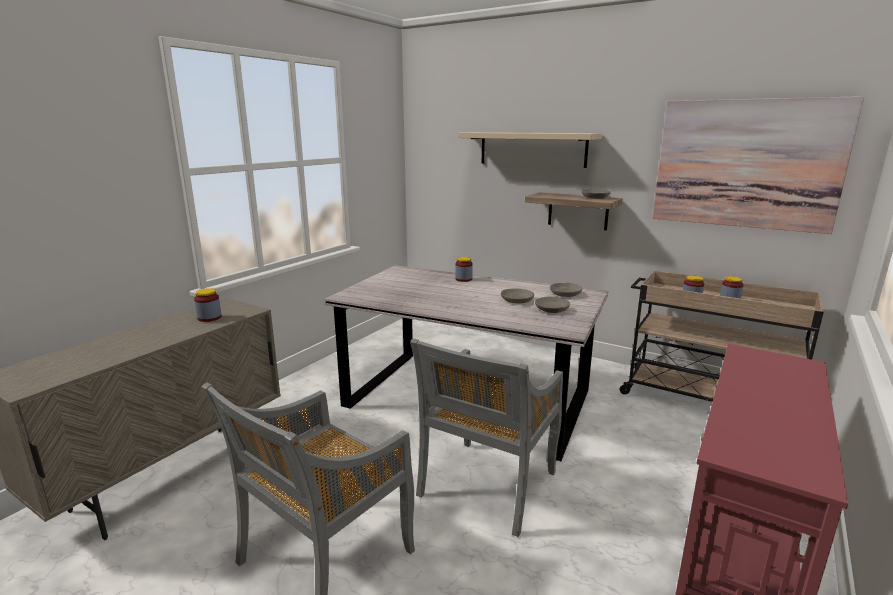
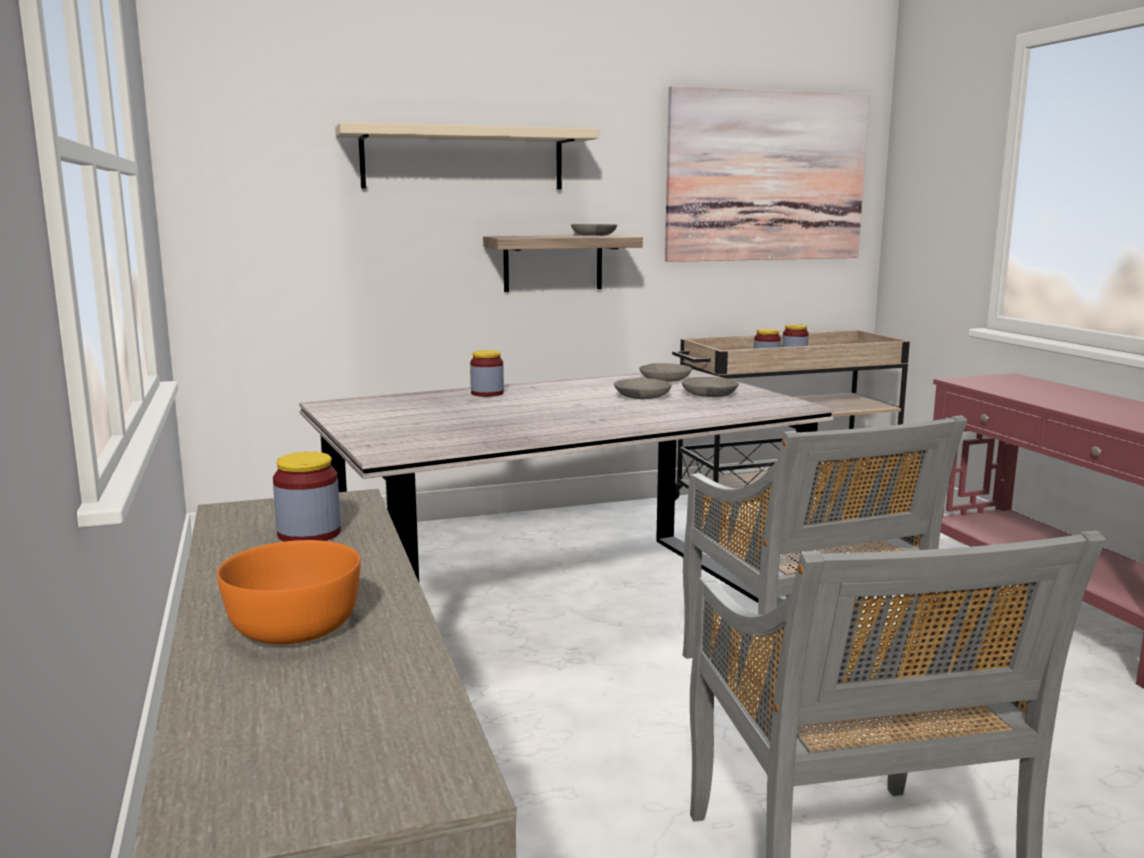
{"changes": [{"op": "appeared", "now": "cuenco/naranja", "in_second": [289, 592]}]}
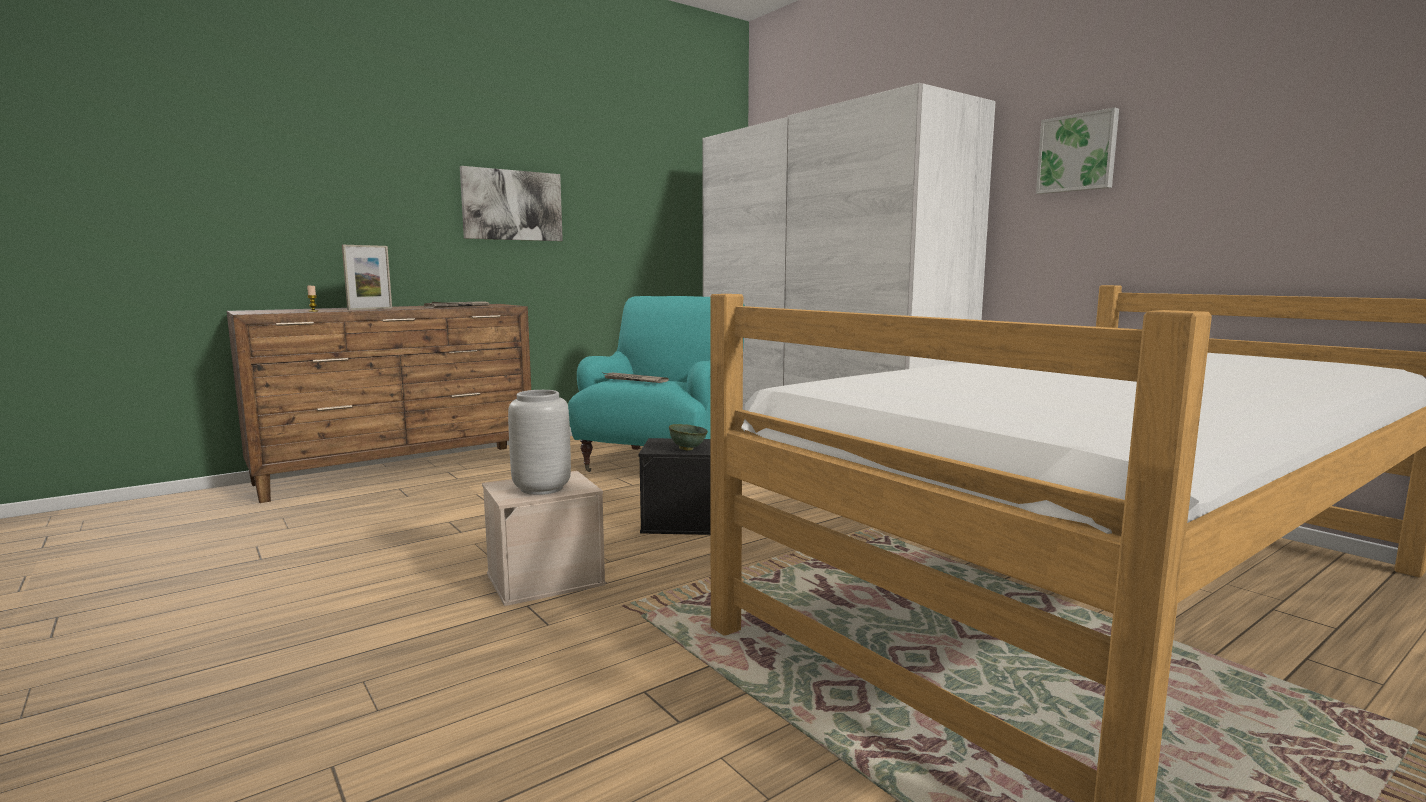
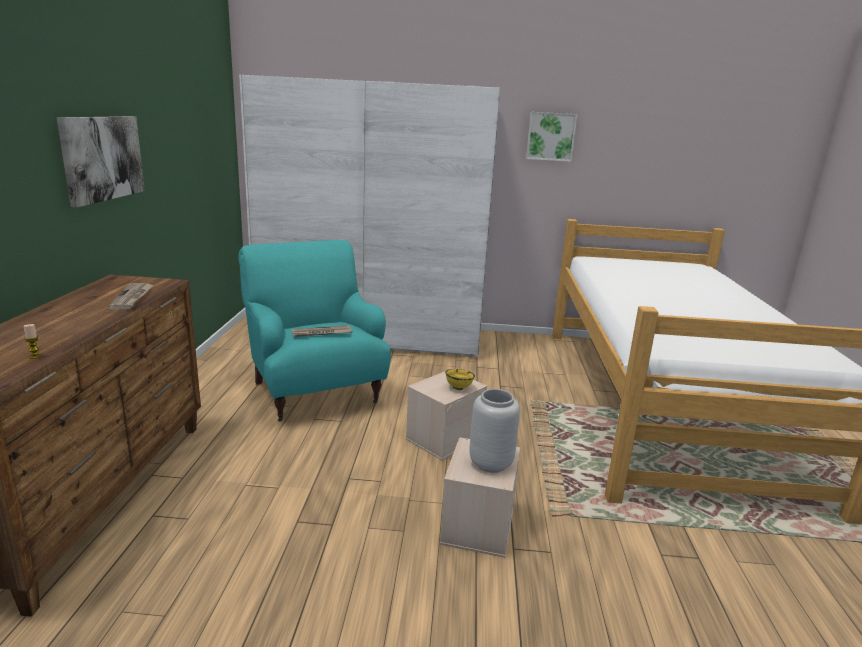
{"changes": [{"op": "missing", "was": "portarretratos", "in_first": [367, 277]}, {"op": "colour", "was": "caja de almacenaje/negro", "now": "caja de almacenaje/beis", "in_first": [675, 486], "in_second": [446, 415]}, {"op": "colour", "was": "cuenco/verde", "now": "cuenco/amarillo", "in_first": [688, 437], "in_second": [460, 379]}]}
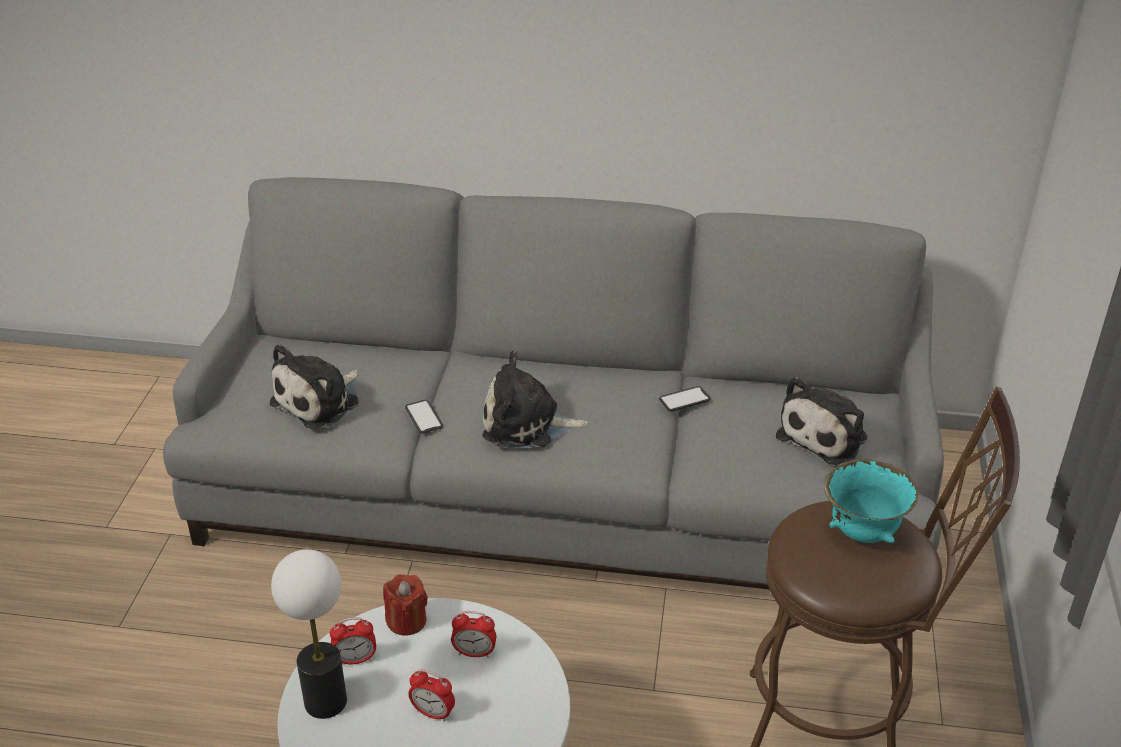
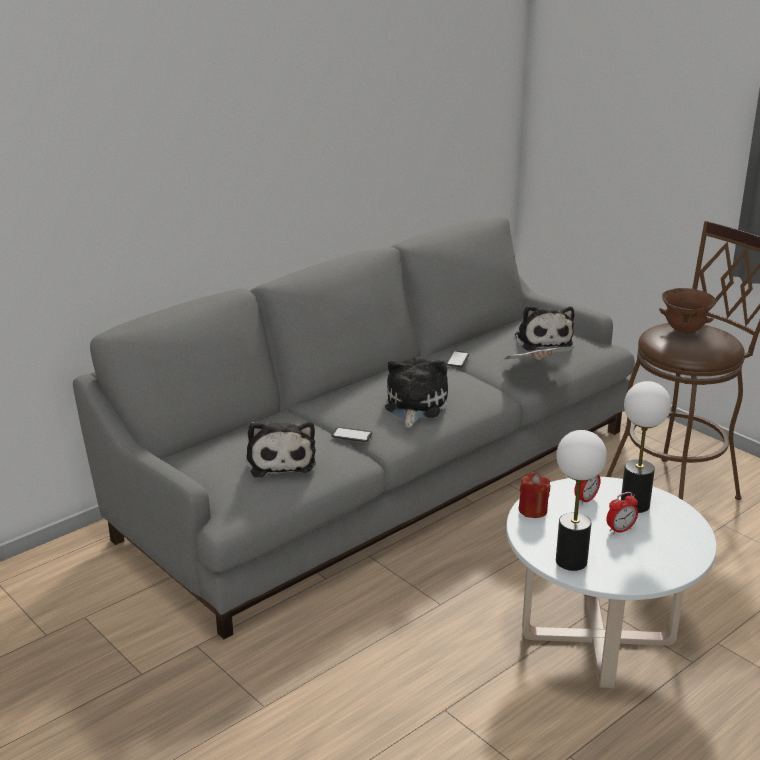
{"changes": [{"op": "missing", "was": "despertador", "in_first": [353, 641]}, {"op": "appeared", "now": "periódico", "in_second": [539, 353]}, {"op": "appeared", "now": "lámpara de mesa", "in_second": [646, 447]}, {"op": "colour", "was": "cuenco/turquesa", "now": "cuenco/marrón", "in_first": [871, 501], "in_second": [687, 310]}, {"op": "spun", "was": "peluche", "in_first": [535, 399], "in_second": [416, 392], "clockwise": 150}]}
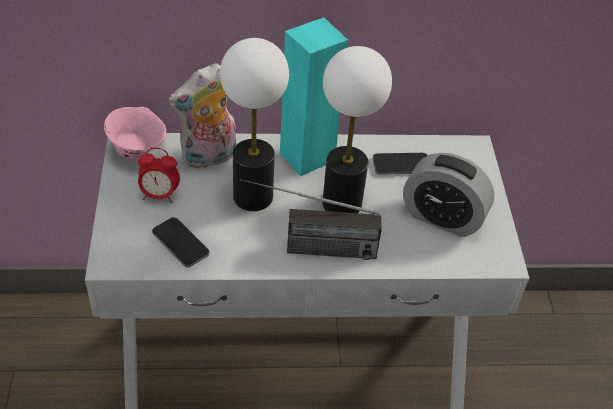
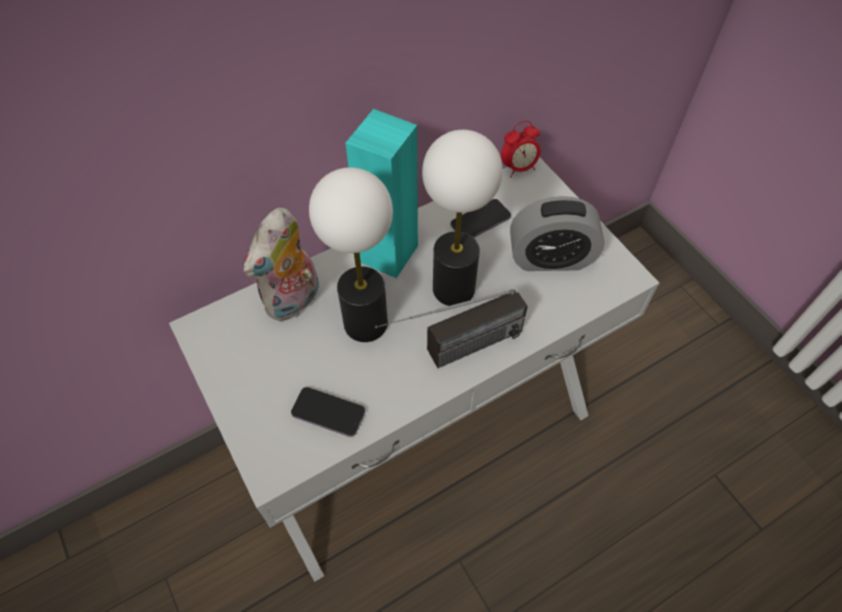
{"changes": [{"op": "missing", "was": "cuenco/rosa", "in_first": [135, 133]}, {"op": "relocated", "was": "despertador", "in_first": [159, 175], "in_second": [520, 149]}]}
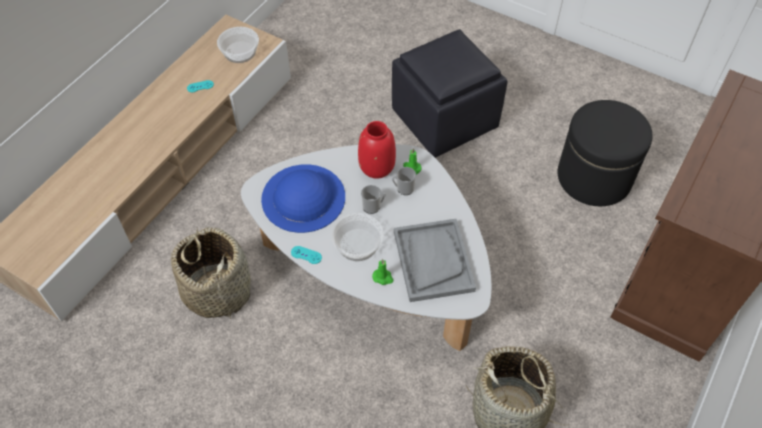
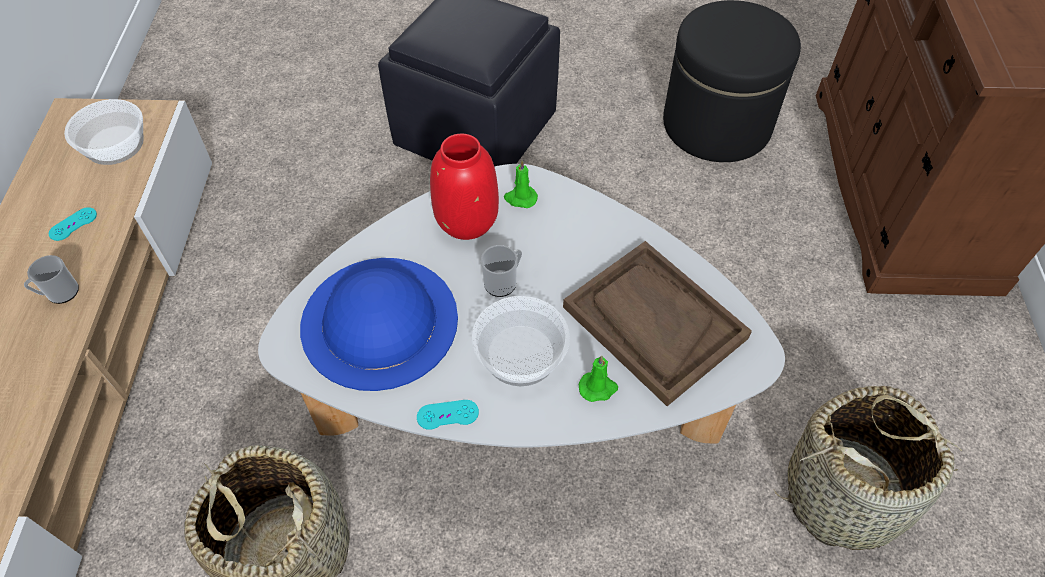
{"changes": [{"op": "relocated", "was": "taza grande", "in_first": [404, 181], "in_second": [51, 279]}, {"op": "colour", "was": "bandeja/gris", "now": "bandeja/marrón", "in_first": [435, 260], "in_second": [657, 323]}]}
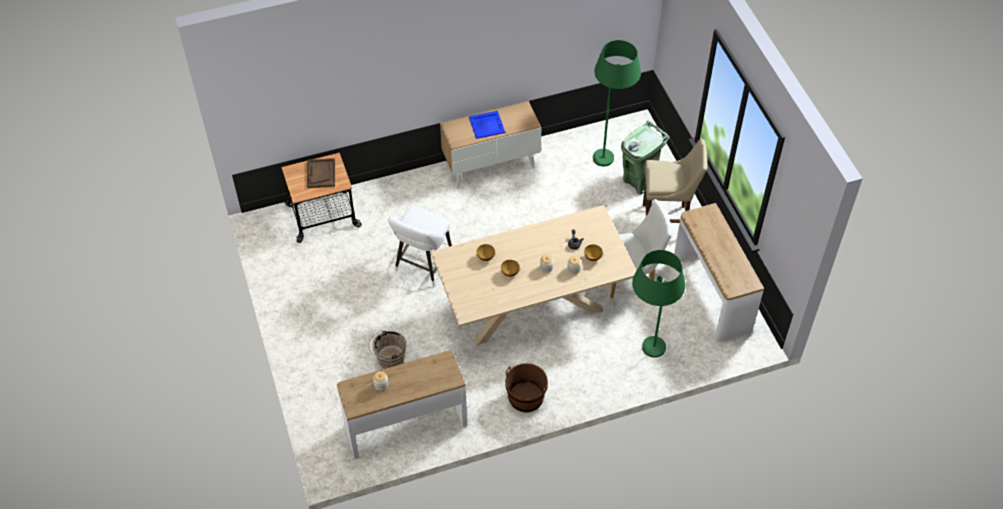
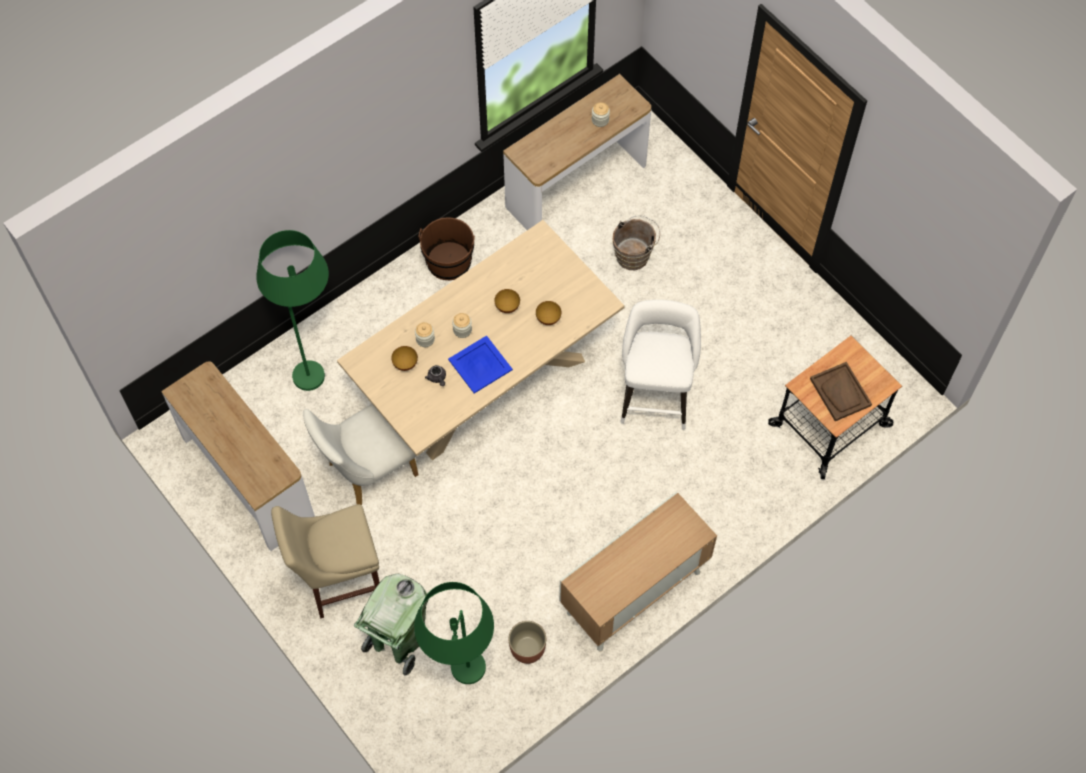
{"changes": [{"op": "appeared", "now": "maceta", "in_second": [527, 642]}, {"op": "relocated", "was": "bandeja/azul", "in_first": [487, 125], "in_second": [480, 365]}]}
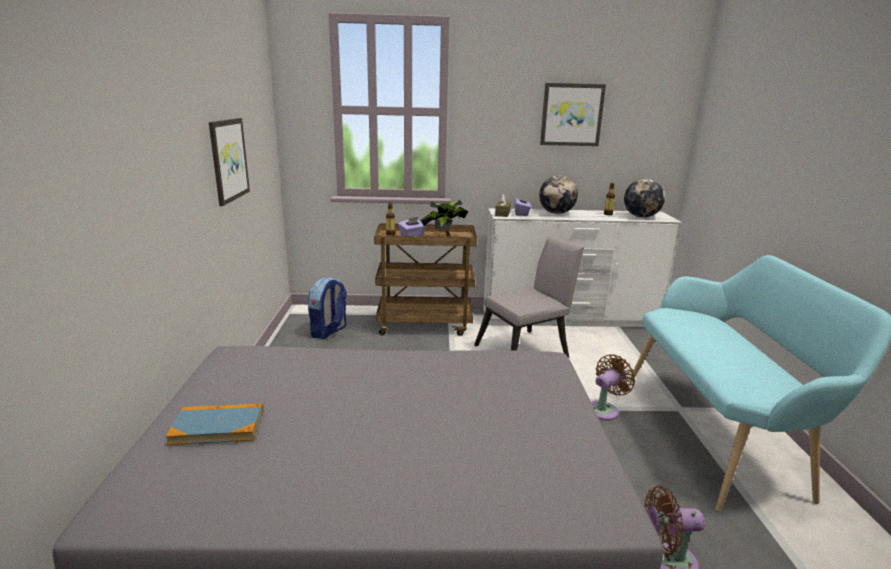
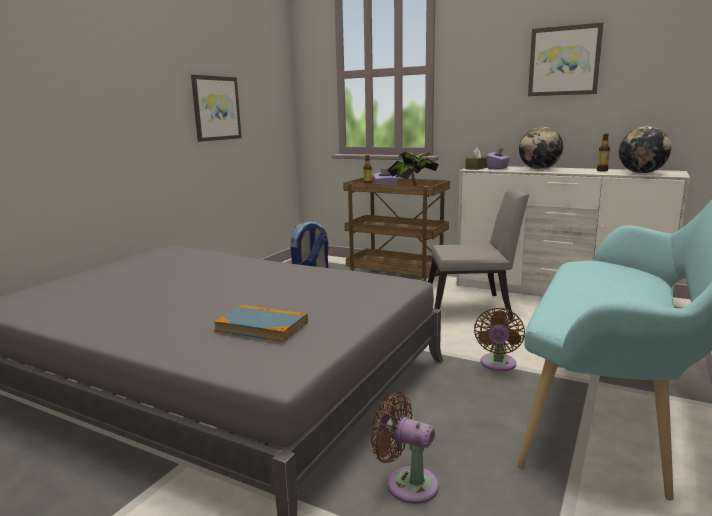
{"changes": [{"op": "relocated", "was": "libro", "in_first": [214, 424], "in_second": [261, 323]}, {"op": "spun", "was": "ventilador/marrón", "in_first": [613, 388], "in_second": [499, 339], "clockwise": 120}]}
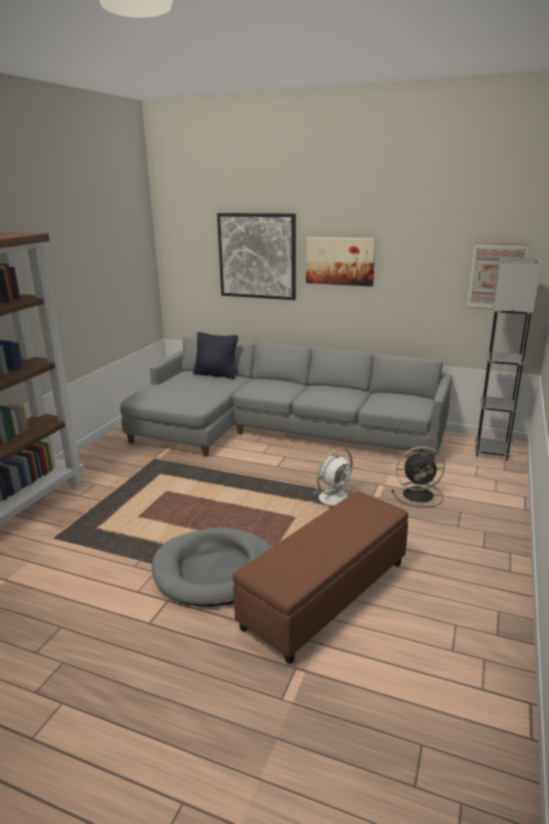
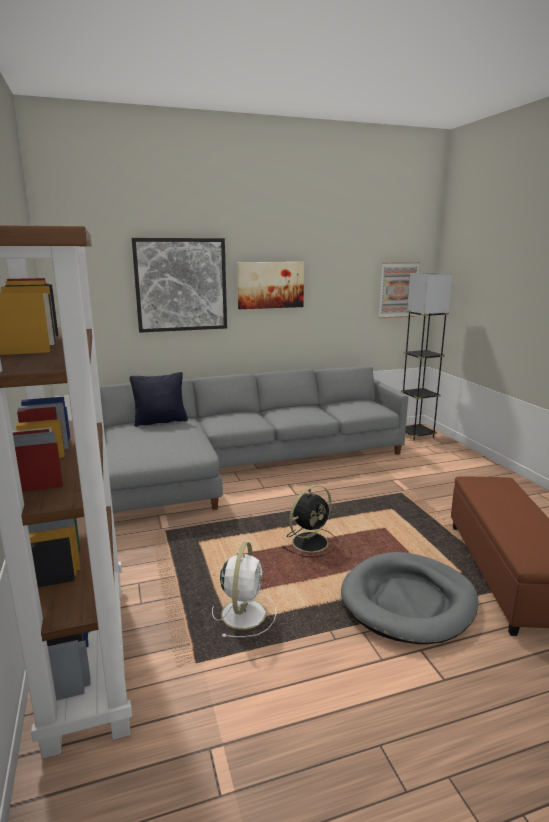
{"changes": [{"op": "relocated", "was": "ventilador/blanco", "in_first": [332, 479], "in_second": [244, 589]}, {"op": "relocated", "was": "ventilador/negro", "in_first": [418, 477], "in_second": [310, 521]}]}
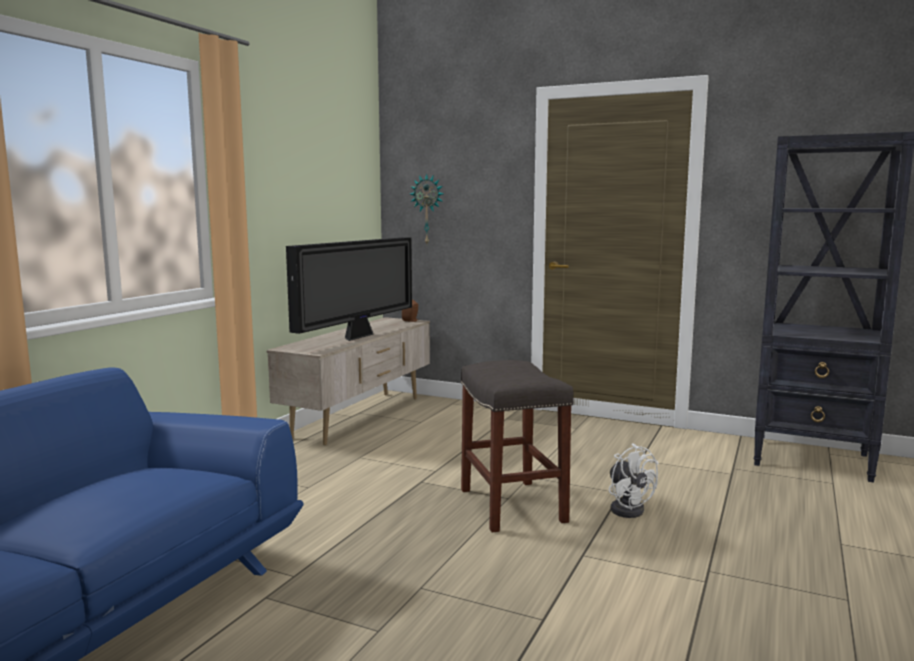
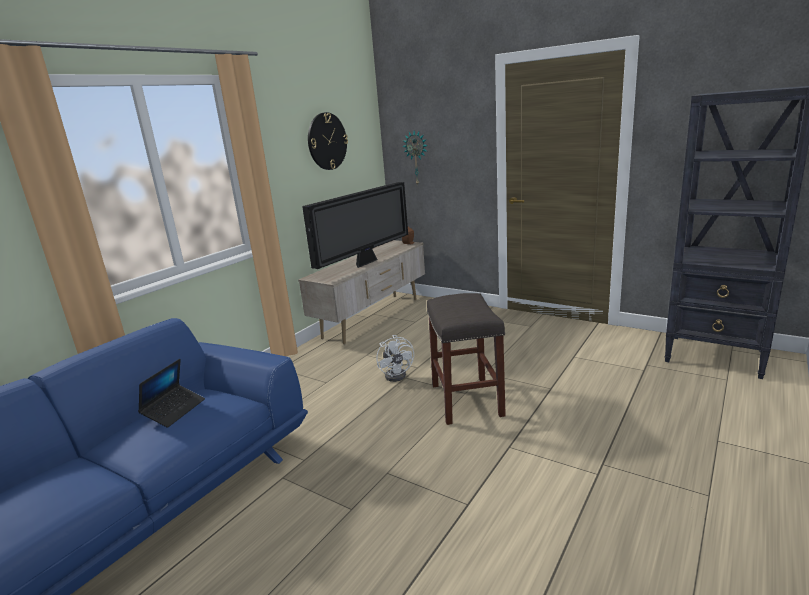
{"changes": [{"op": "appeared", "now": "portátil", "in_second": [171, 393]}, {"op": "appeared", "now": "reloj de pared", "in_second": [328, 141]}, {"op": "relocated", "was": "ventilador/blanco", "in_first": [634, 480], "in_second": [395, 358]}]}
